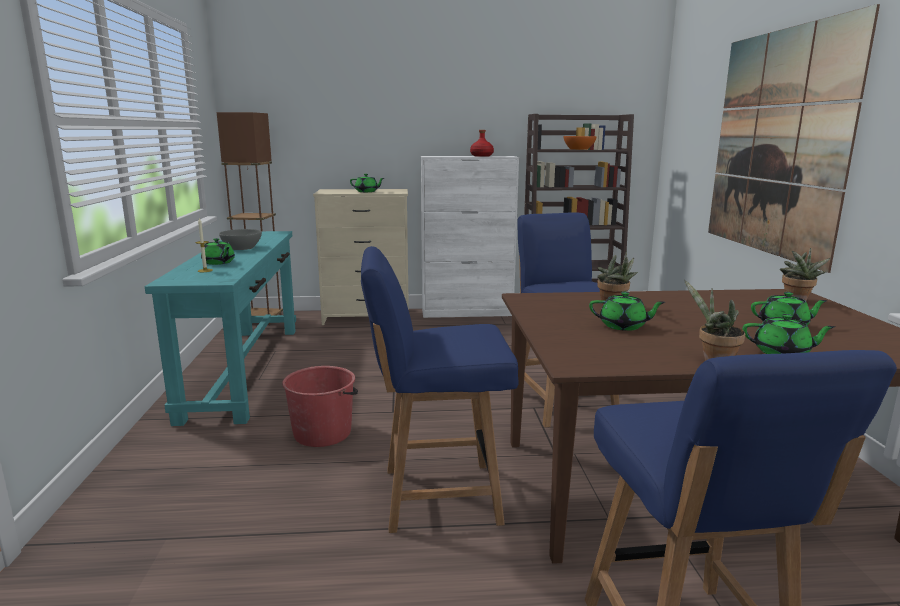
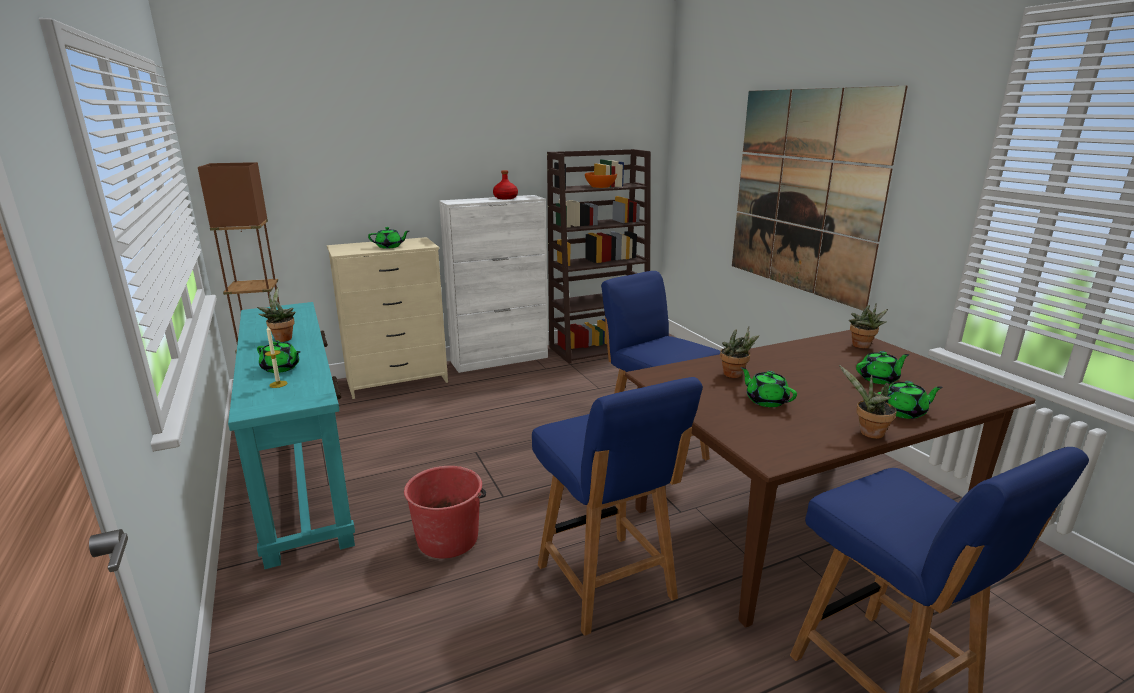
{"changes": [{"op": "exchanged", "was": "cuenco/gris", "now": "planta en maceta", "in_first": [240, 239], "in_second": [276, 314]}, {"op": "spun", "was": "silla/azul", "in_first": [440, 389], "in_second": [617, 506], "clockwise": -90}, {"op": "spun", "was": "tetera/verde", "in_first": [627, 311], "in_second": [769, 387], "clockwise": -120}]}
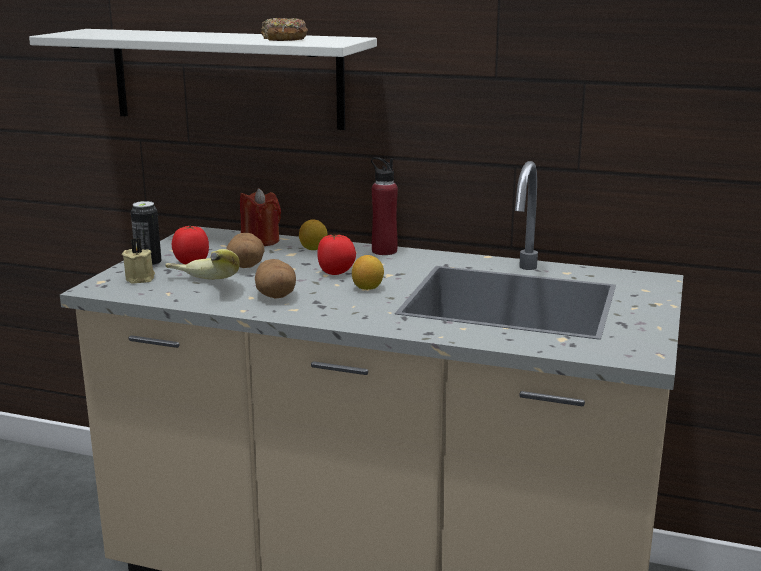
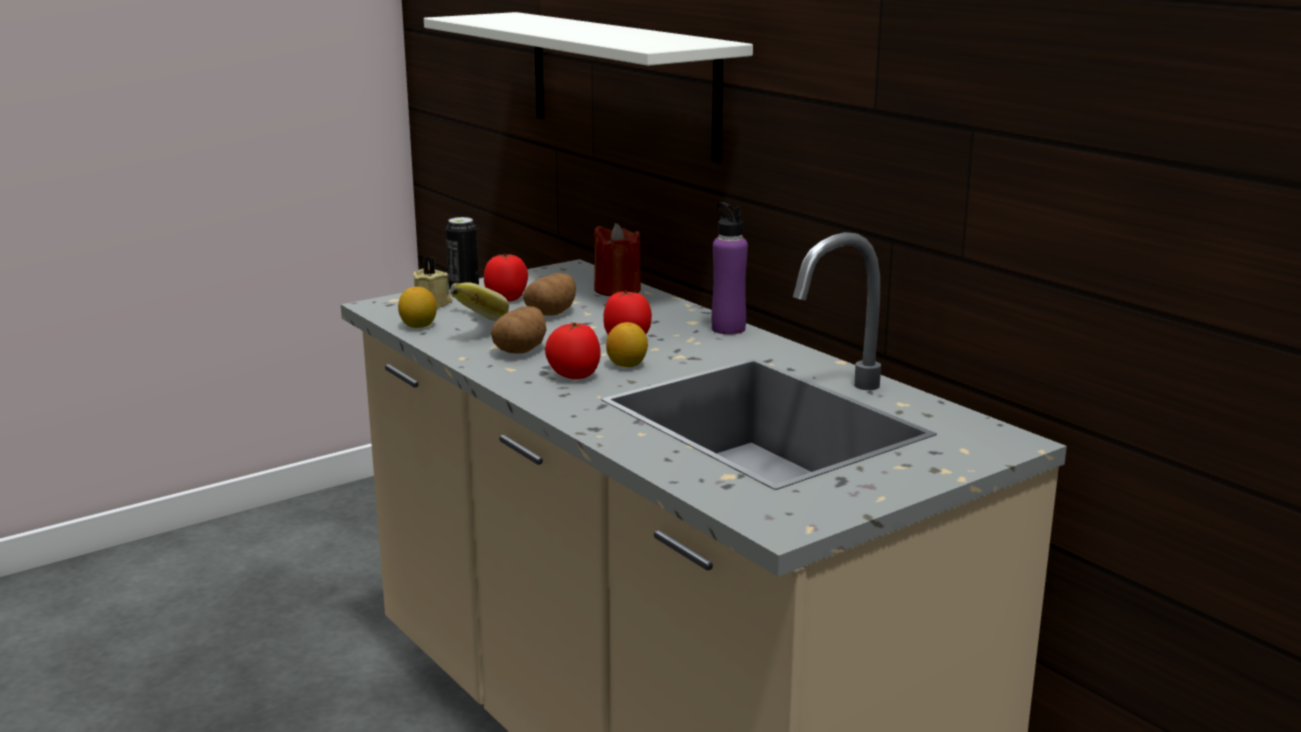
{"changes": [{"op": "missing", "was": "rosquilla", "in_first": [284, 29]}, {"op": "appeared", "now": "tomate", "in_second": [573, 350]}, {"op": "relocated", "was": "limón", "in_first": [313, 235], "in_second": [417, 307]}, {"op": "colour", "was": "botella/rojo", "now": "botella/morado", "in_first": [384, 206], "in_second": [729, 268]}]}
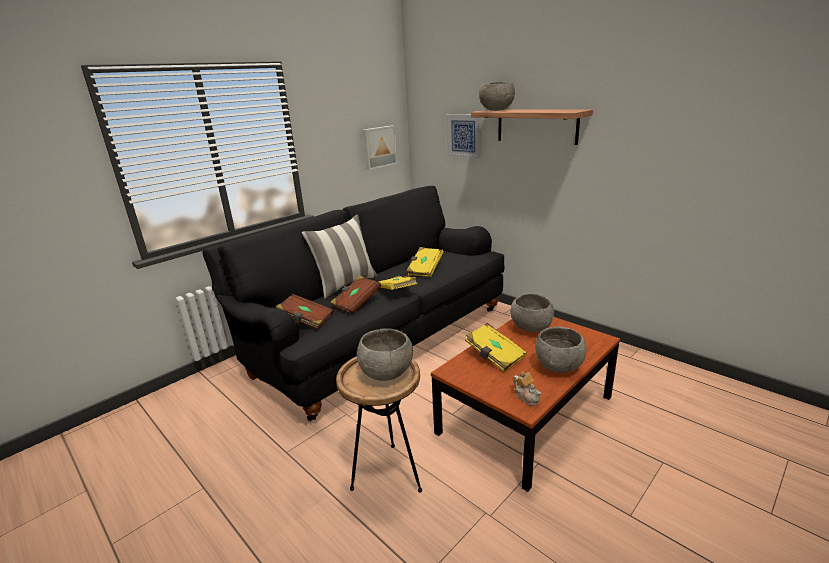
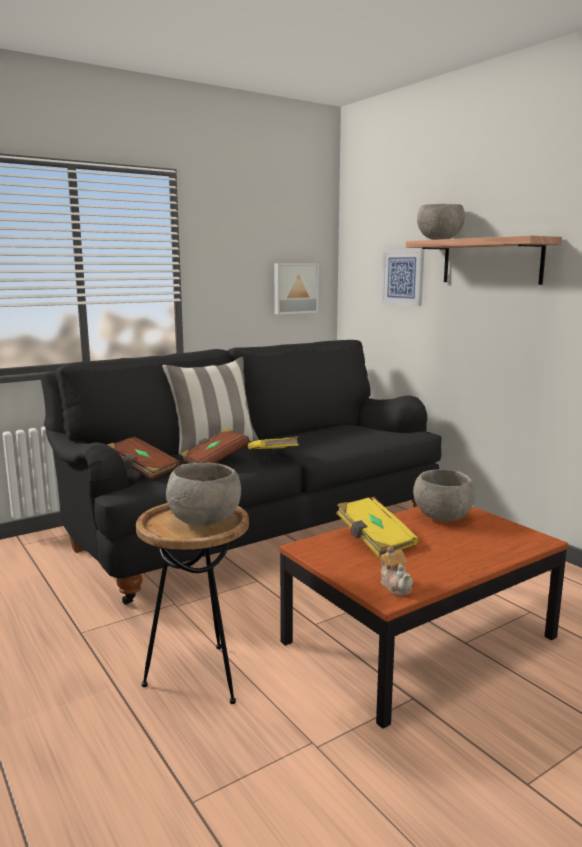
{"changes": [{"op": "missing", "was": "libro/amarillo", "in_first": [425, 262]}, {"op": "missing", "was": "cuenco/gris", "in_first": [560, 349]}]}
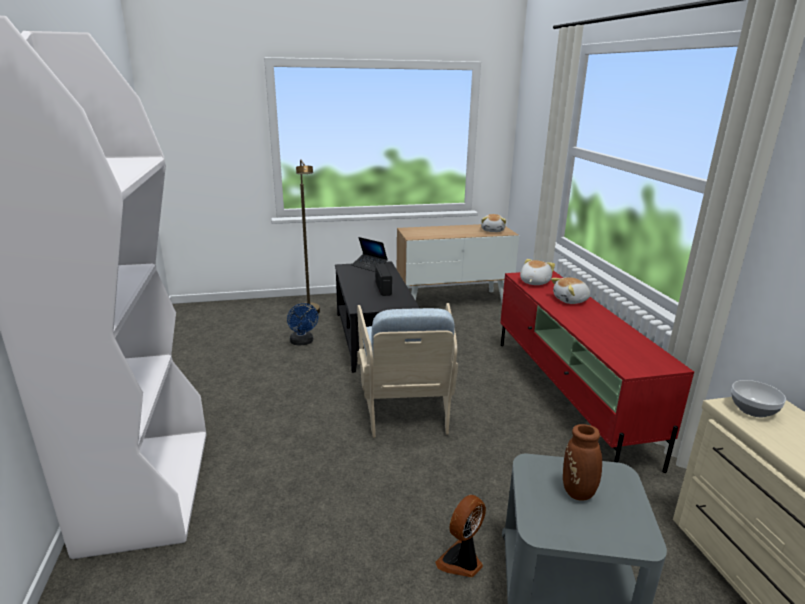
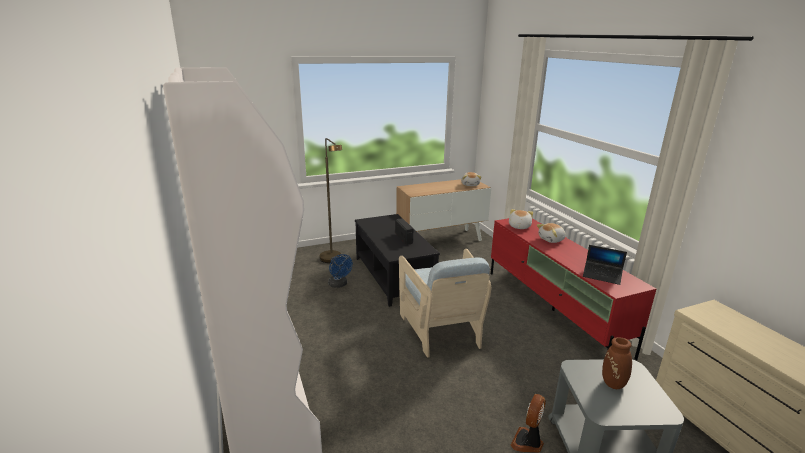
{"changes": [{"op": "missing", "was": "cuenco", "in_first": [758, 398]}, {"op": "relocated", "was": "portátil", "in_first": [370, 254], "in_second": [605, 265]}]}
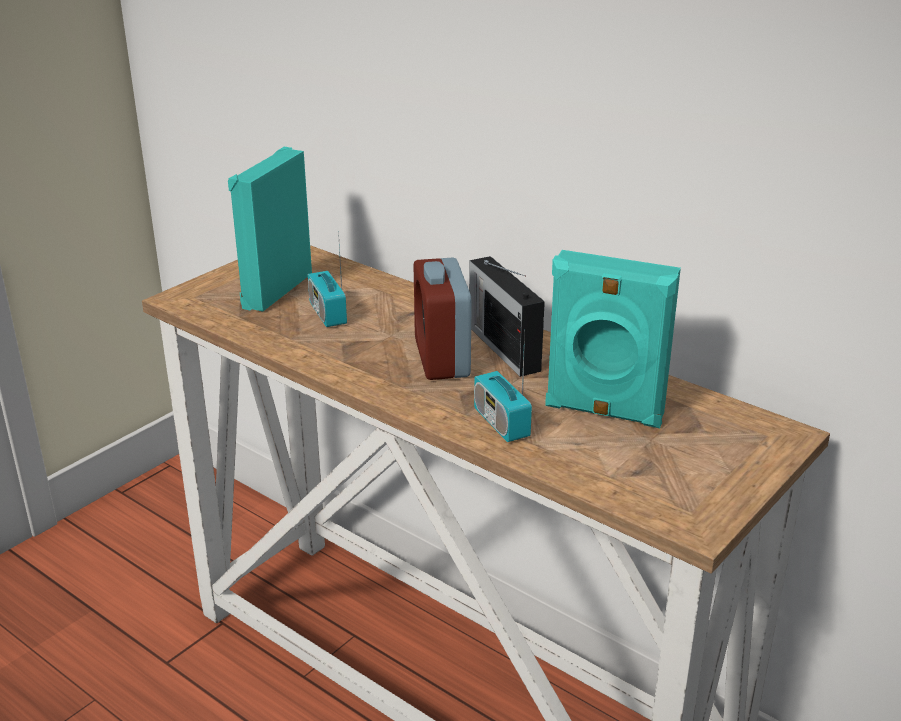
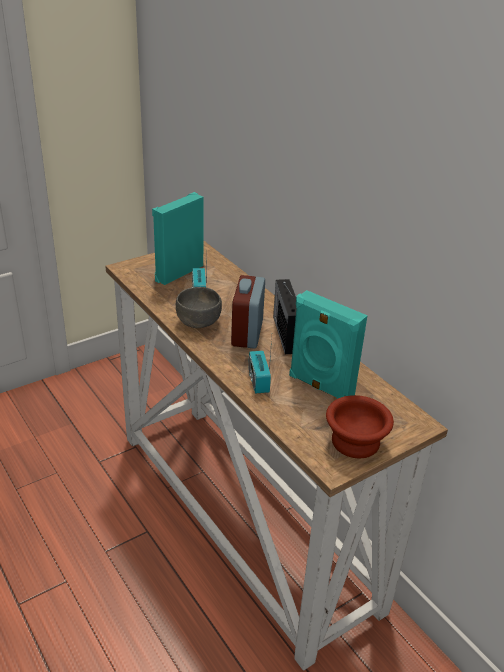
{"changes": [{"op": "appeared", "now": "cuenco/gris", "in_second": [199, 307]}, {"op": "appeared", "now": "cuenco/marrón", "in_second": [360, 426]}]}
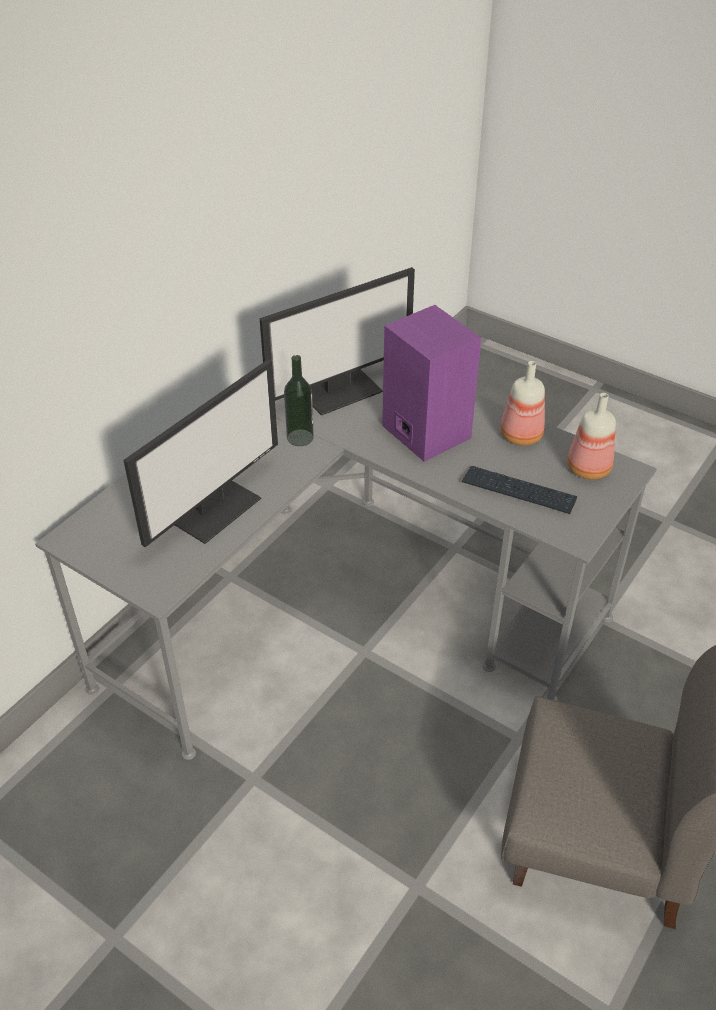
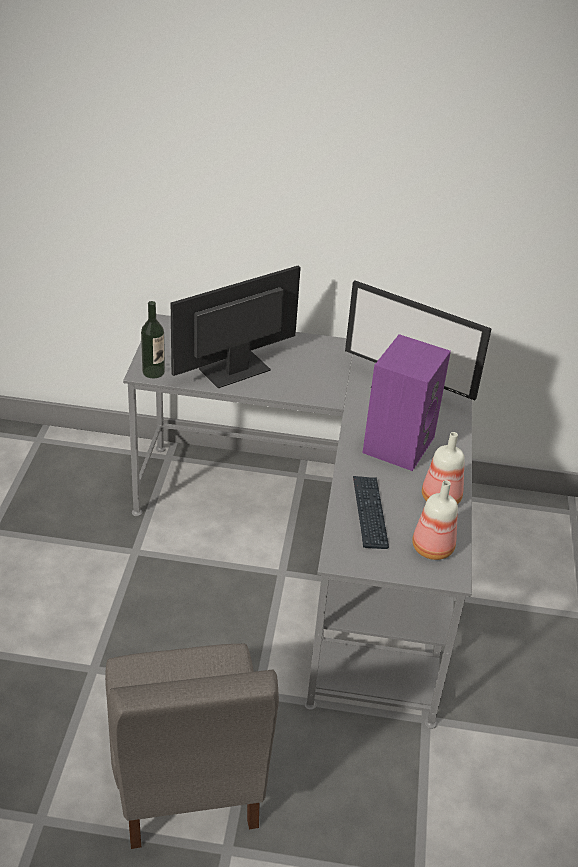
{"changes": [{"op": "relocated", "was": "botella", "in_first": [299, 400], "in_second": [153, 339]}, {"op": "spun", "was": "monitor", "in_first": [200, 453], "in_second": [236, 326], "clockwise": 135}]}
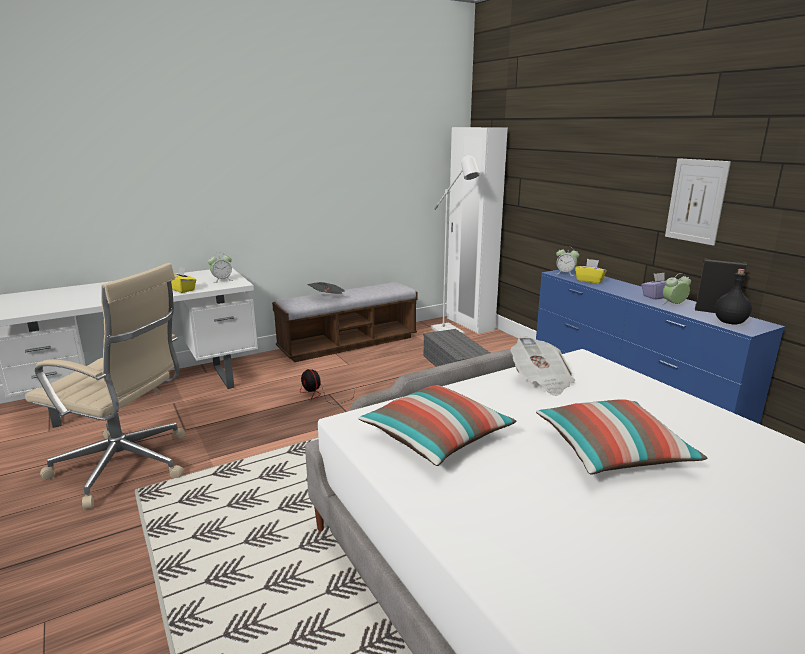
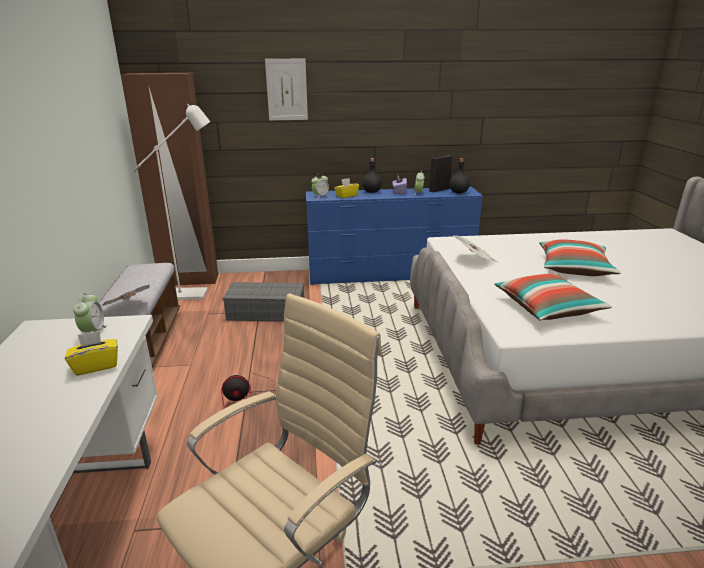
{"changes": [{"op": "appeared", "now": "botella/negro", "in_second": [372, 175]}, {"op": "relocated", "was": "cuadro", "in_first": [698, 202], "in_second": [286, 89]}, {"op": "colour", "was": "armario ropero/blanco", "now": "armario ropero/marrón", "in_first": [477, 230], "in_second": [169, 179]}]}
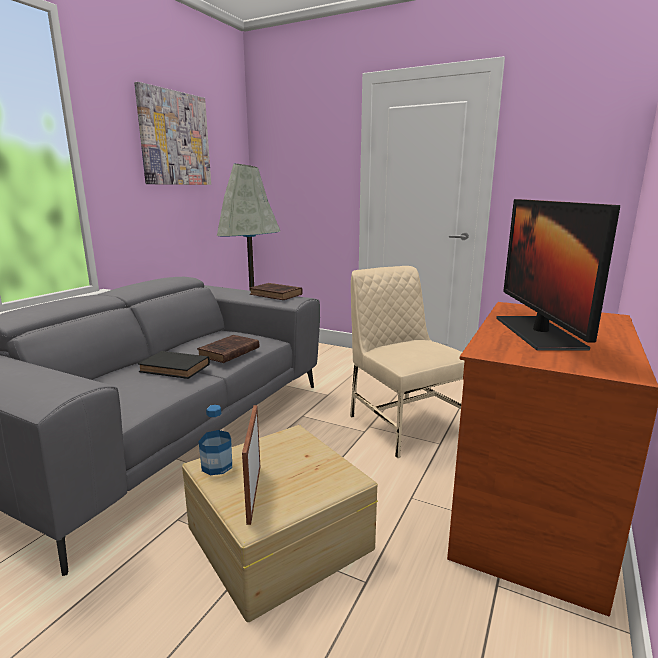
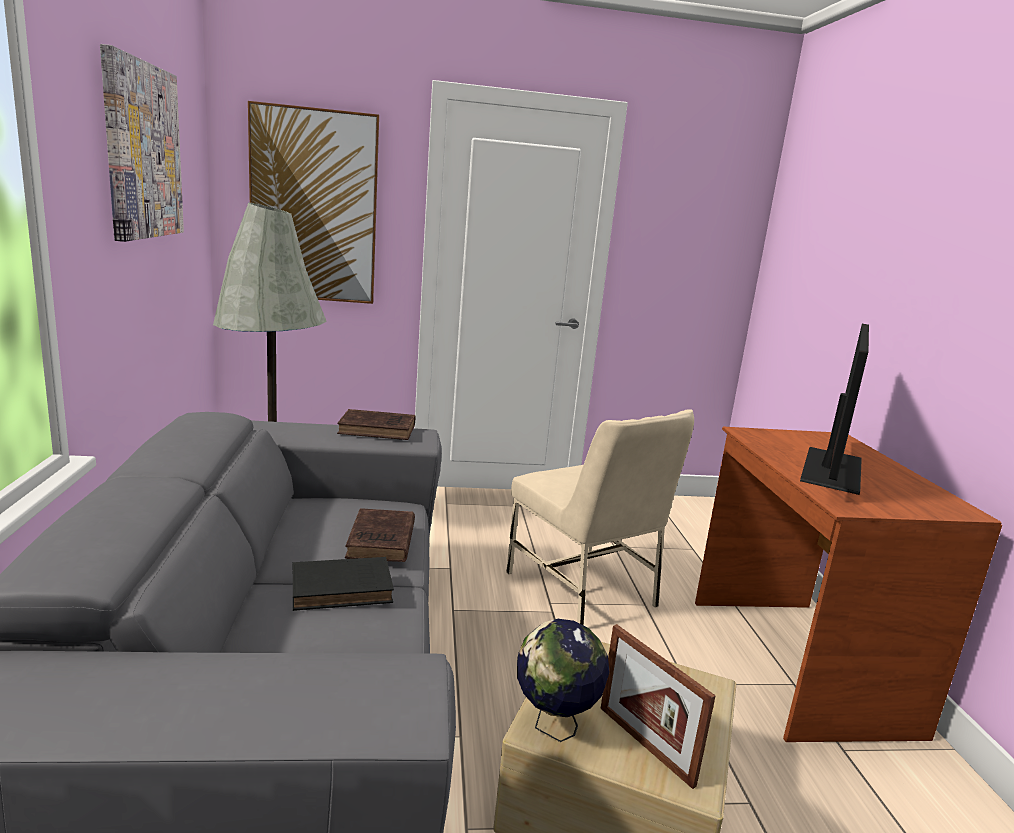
{"changes": [{"op": "appeared", "now": "cuadro", "in_second": [313, 202]}, {"op": "exchanged", "was": "botella", "now": "globo terráqueo", "in_first": [215, 440], "in_second": [563, 680]}, {"op": "spun", "was": "silla/beis", "in_first": [407, 362], "in_second": [600, 517], "clockwise": -150}, {"op": "spun", "was": "monitor", "in_first": [558, 275], "in_second": [834, 409], "clockwise": -120}]}
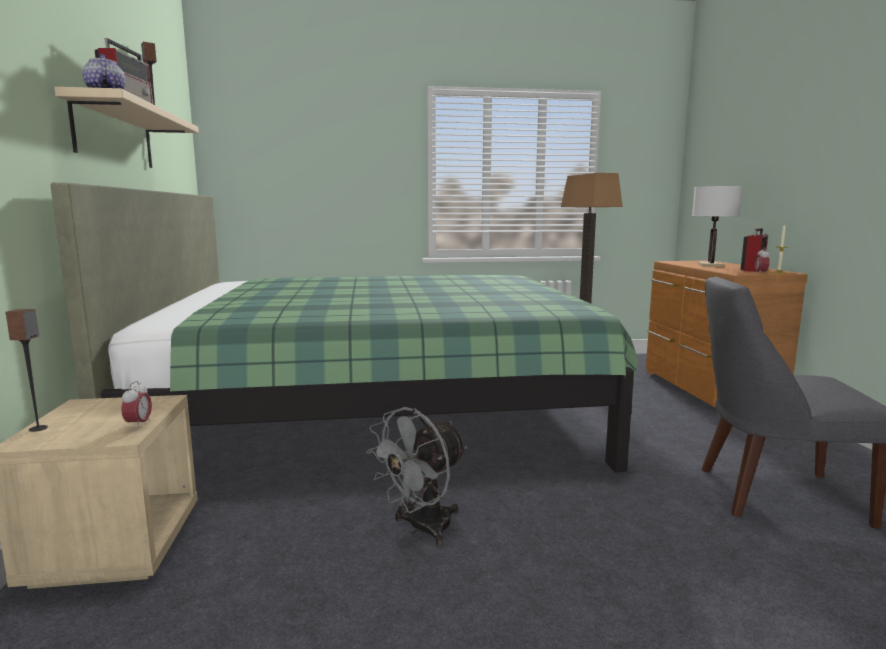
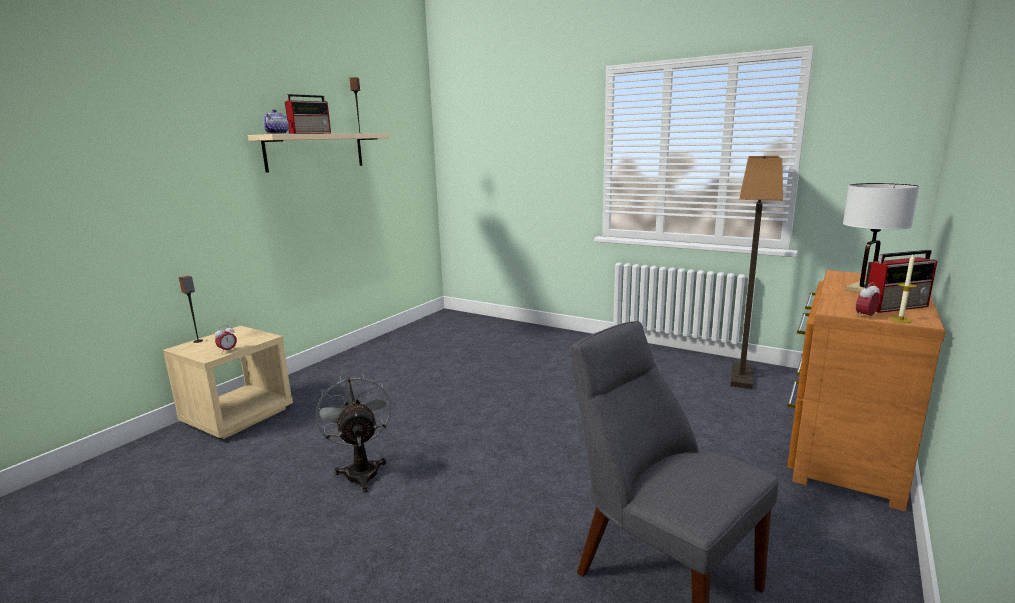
{"changes": [{"op": "missing", "was": "cama/verde", "in_first": [344, 328]}, {"op": "spun", "was": "ventilador/gris", "in_first": [416, 476], "in_second": [353, 433], "clockwise": 75}]}
